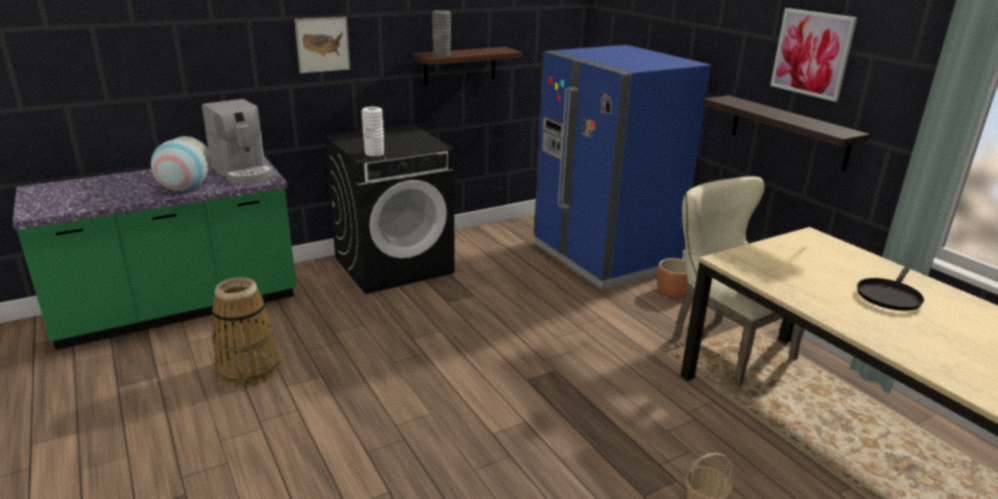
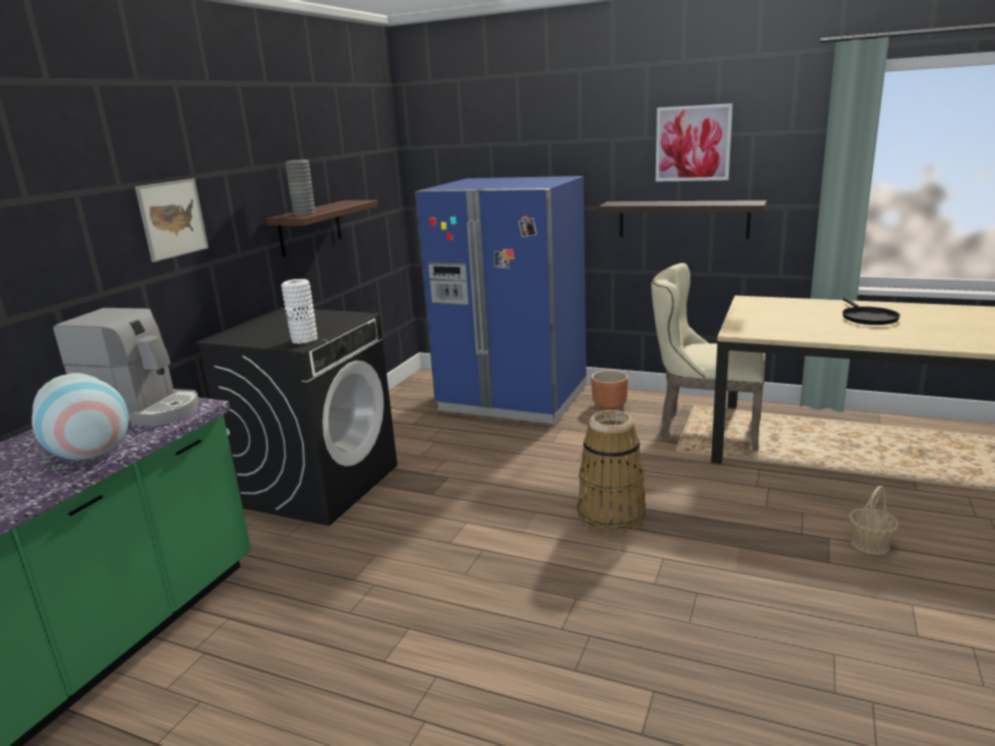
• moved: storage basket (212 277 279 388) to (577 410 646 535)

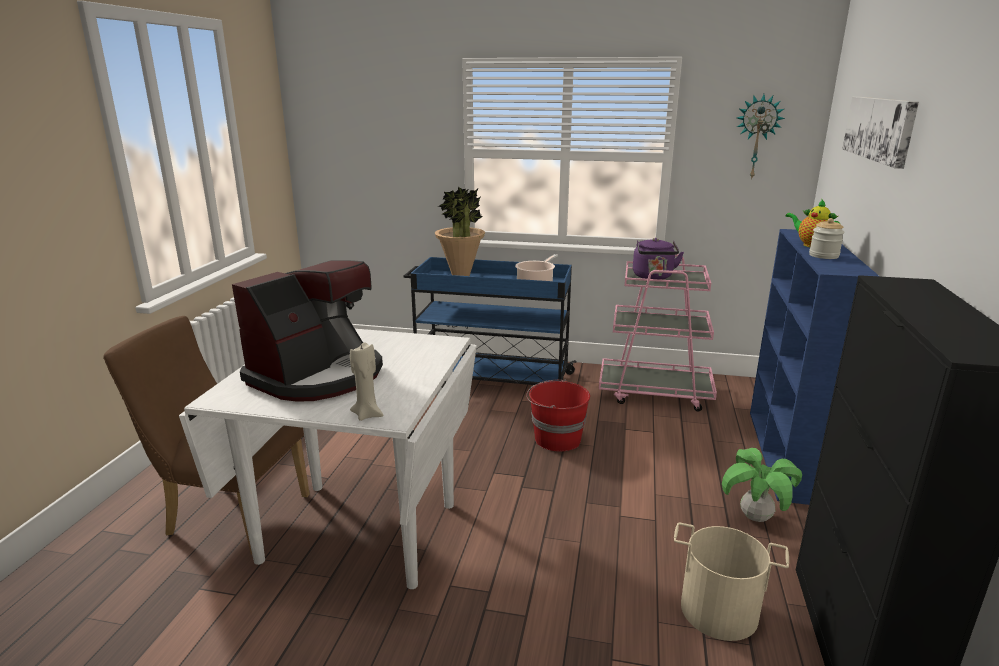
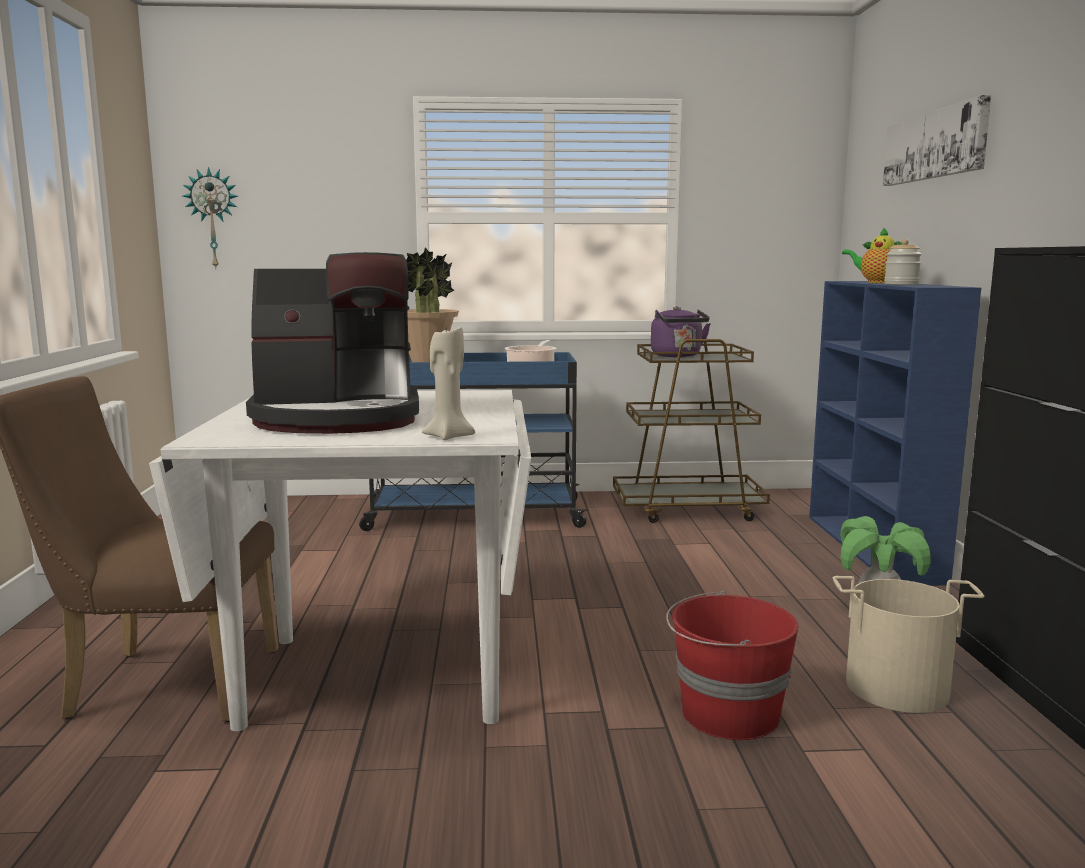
• moved: wall clock (737 94 785 180) to (183 167 238 270)
• turned: coffee brewer (232 260 383 402) = (246 252 419 434) 60 degrees clockwise
• recoloured: cart/pink-coloured (599 254 717 411) to cart/brown (613 339 770 523)
• moved: bucket/red (526 380 590 452) to (666 591 798 740)

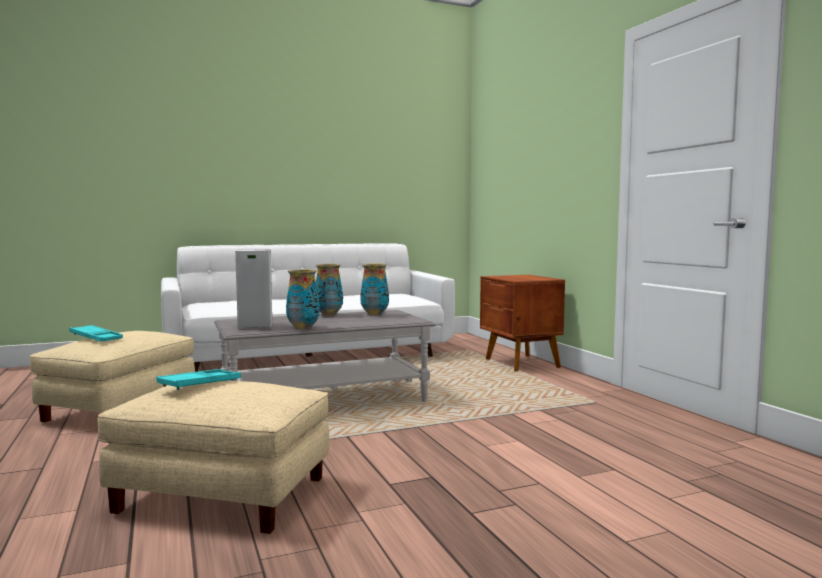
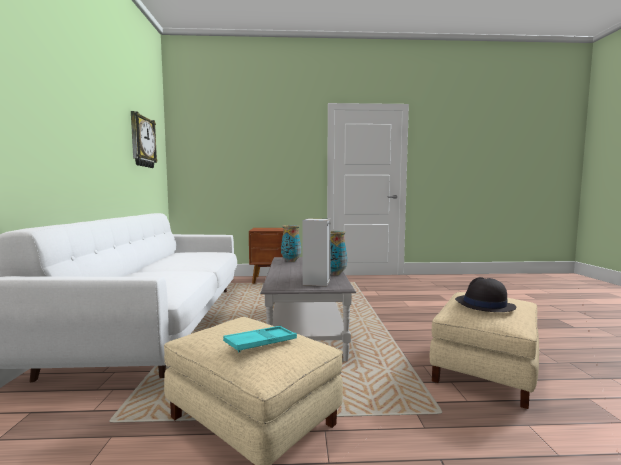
• added: wall clock (131 111 158 168)
• replaced: serving tray/turquoise (156 369 241 390) to wearable hat/black (455 277 516 312)
• removed: decorative vase (316 264 343 316)

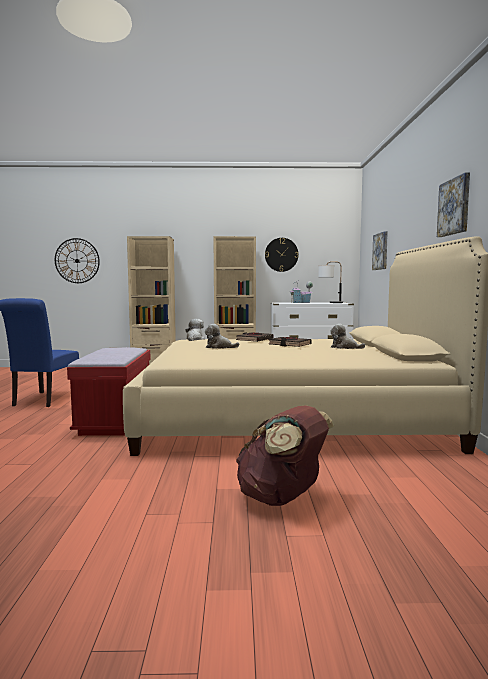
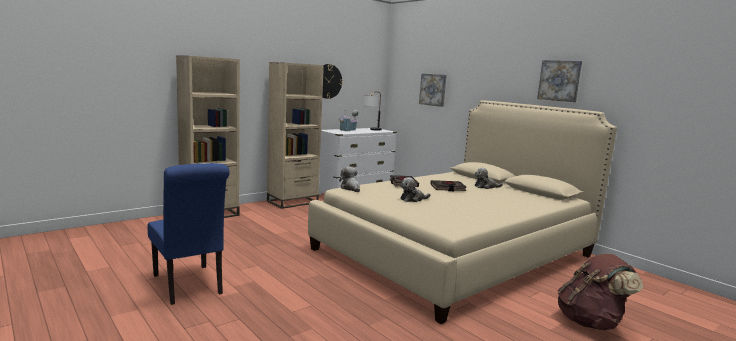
• removed: wall clock (55 238 100 283)
• removed: indoor bench/red (67 347 151 436)

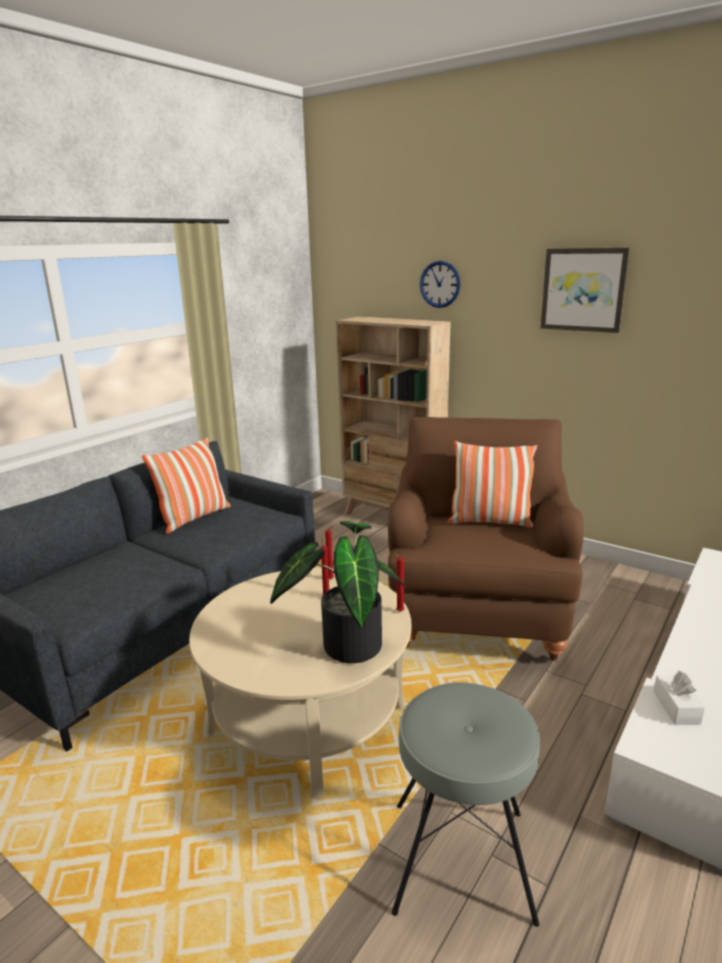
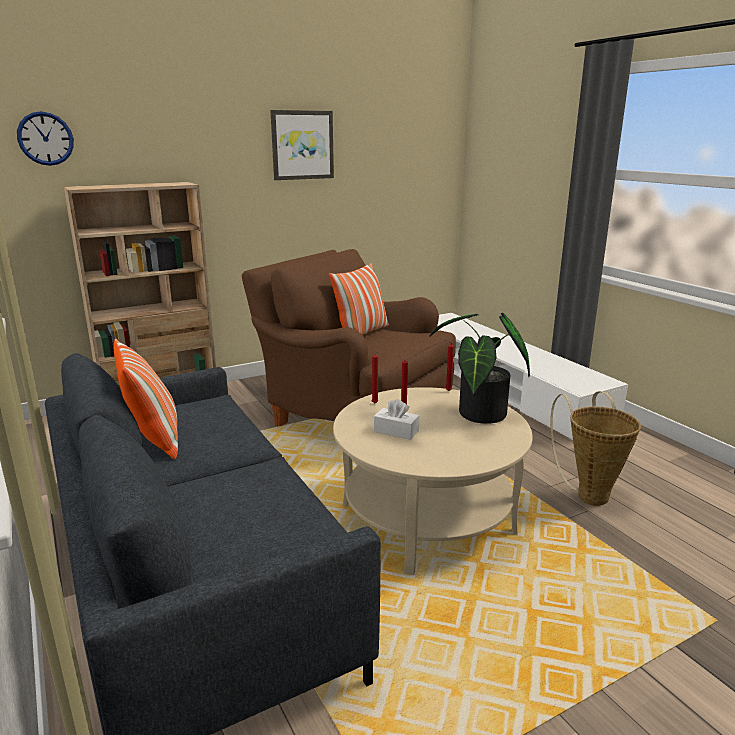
• moved: wall clock (420 261 460 308) to (17 111 74 166)
• moved: box of tissues/white (653 671 705 725) to (374 399 420 440)
• replaced: sitting stool/gray (392 682 540 927) to storage basket (550 391 641 506)

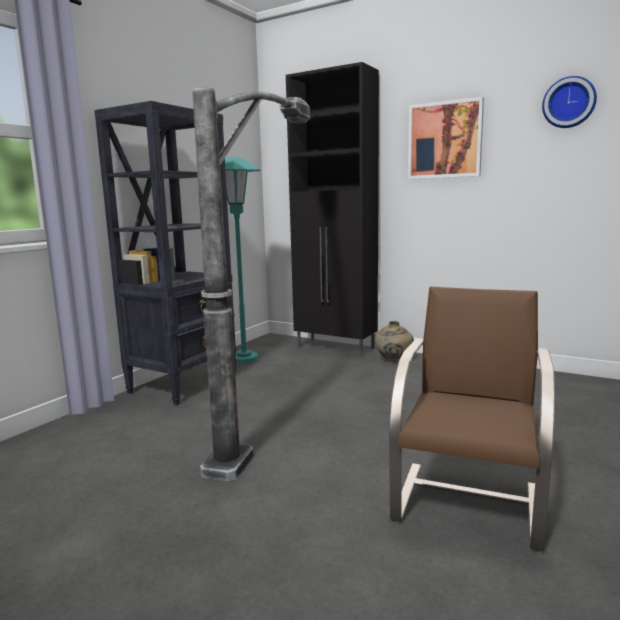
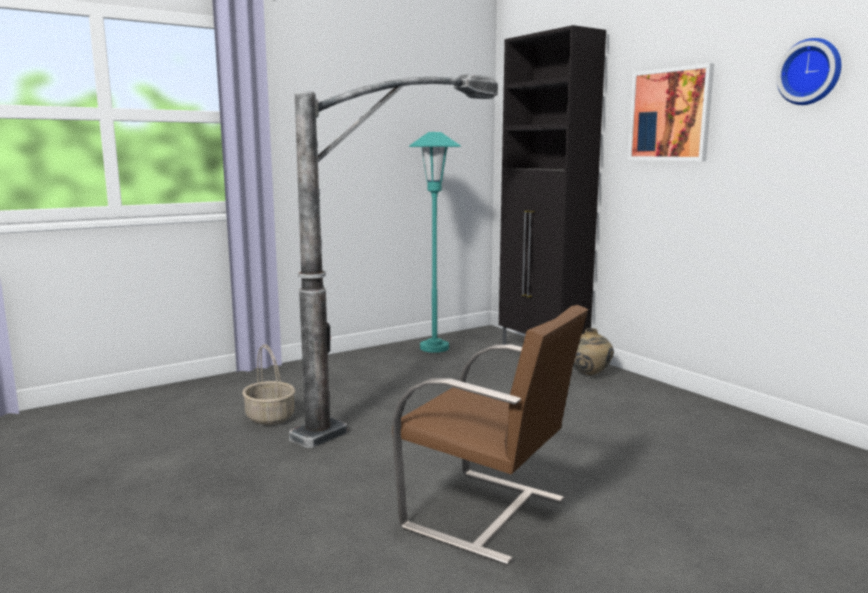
• added: storage basket (242 344 295 425)
• turned: chair/brown (389 287 555 551) = (392 305 588 565) 75 degrees clockwise
• removed: shelving unit/black (94 101 236 406)

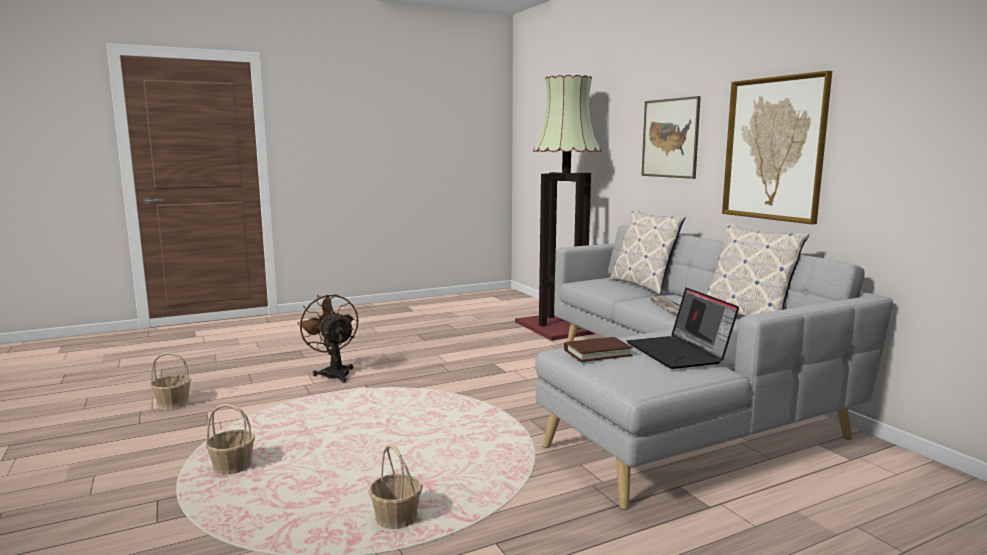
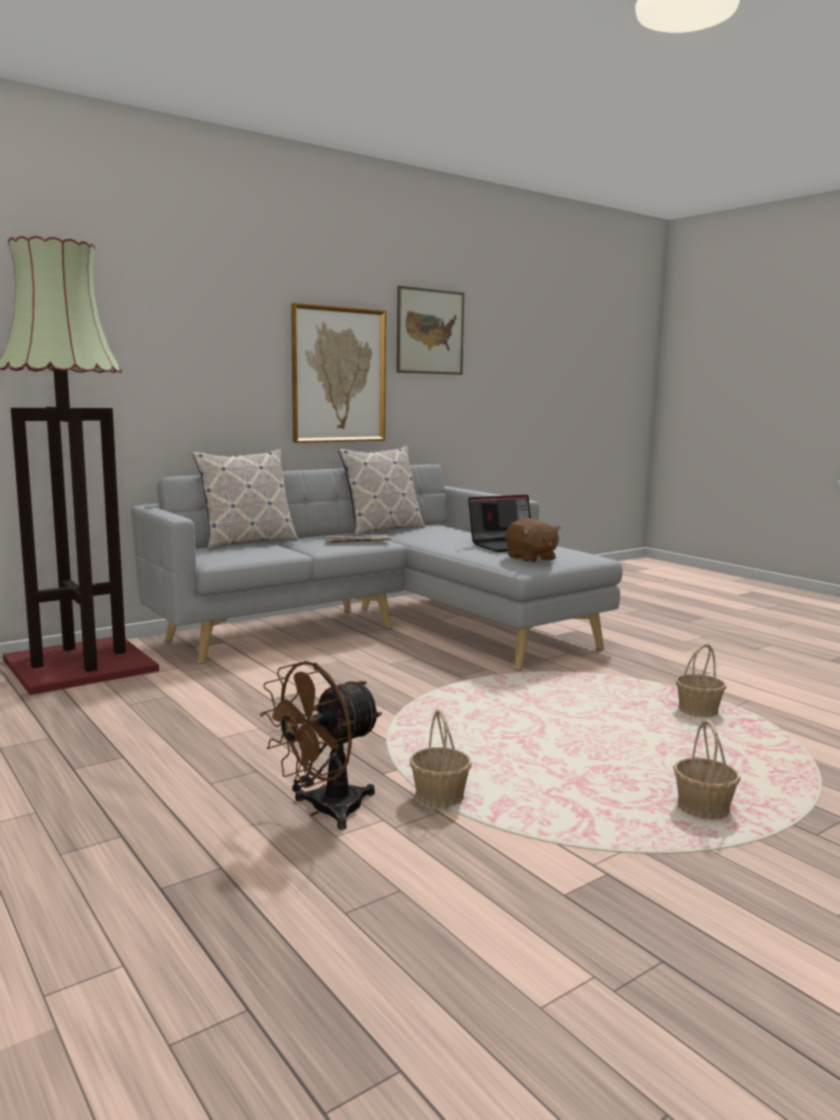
• moved: wall picture (641 96 701 179) to (396 286 464 375)
• moved: storage basket (150 352 191 410) to (410 709 472 810)
• replaced: volume/brown (564 337 633 362) to cuddly toy/brown (506 518 561 563)

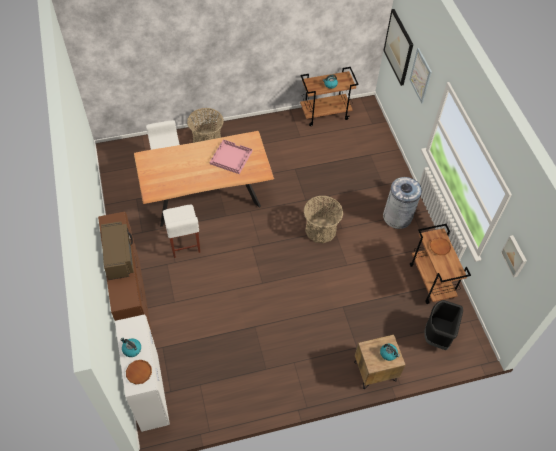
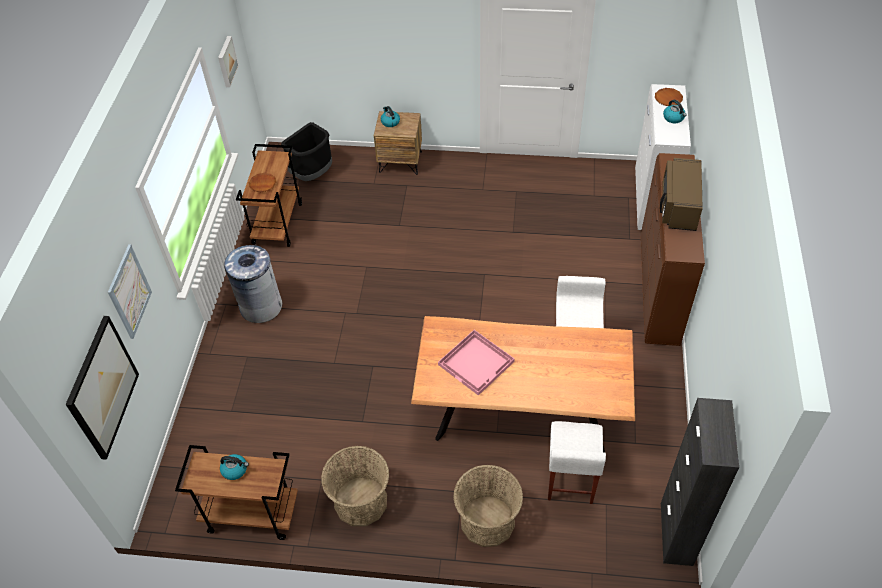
• moved: storage basket (304 196 343 243) to (321 446 389 526)
• added: cabinet/black (661 398 739 566)

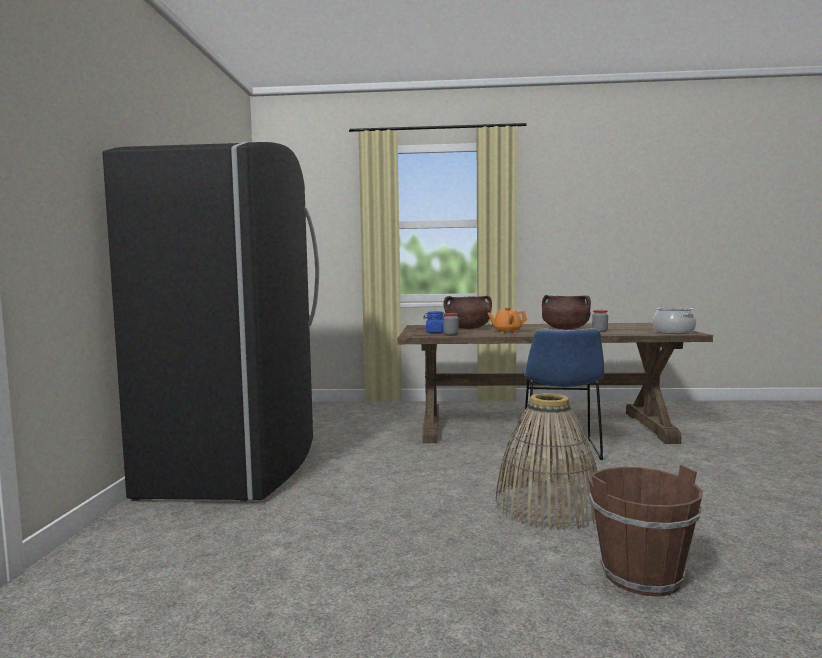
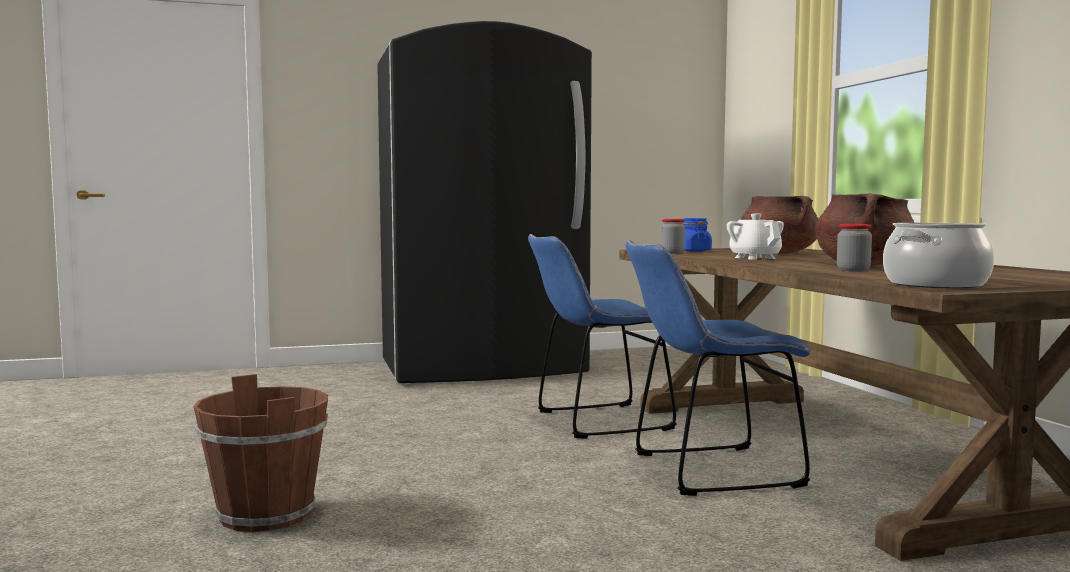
• added: chair/bluish (528 234 676 439)
• recoloured: tea pot/orangey (487 307 527 333) to tea pot/white (727 214 784 260)
• removed: storage basket (496 393 597 530)

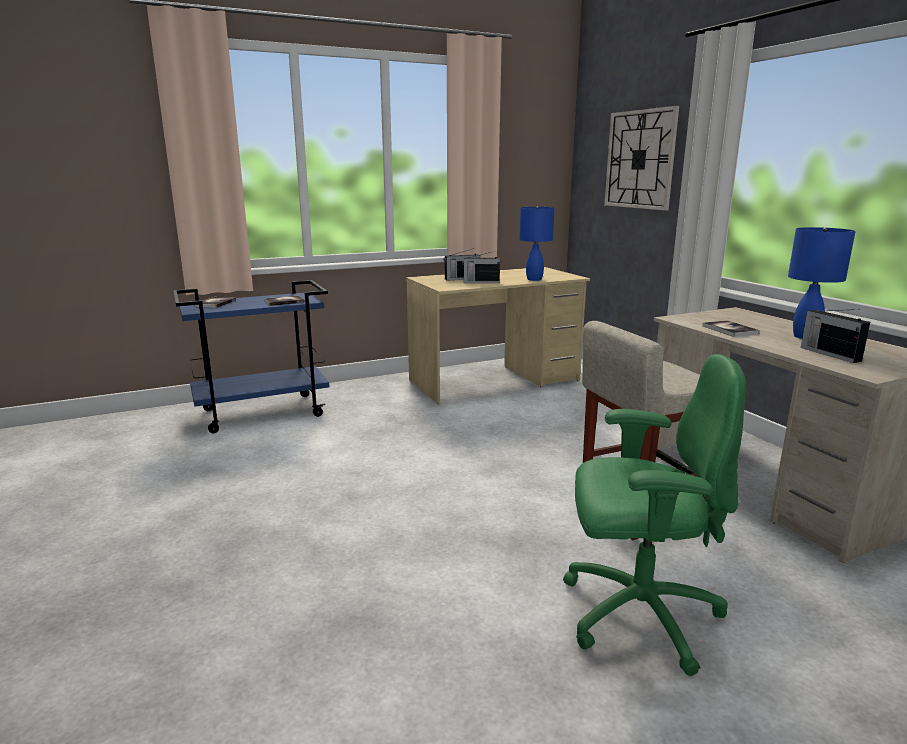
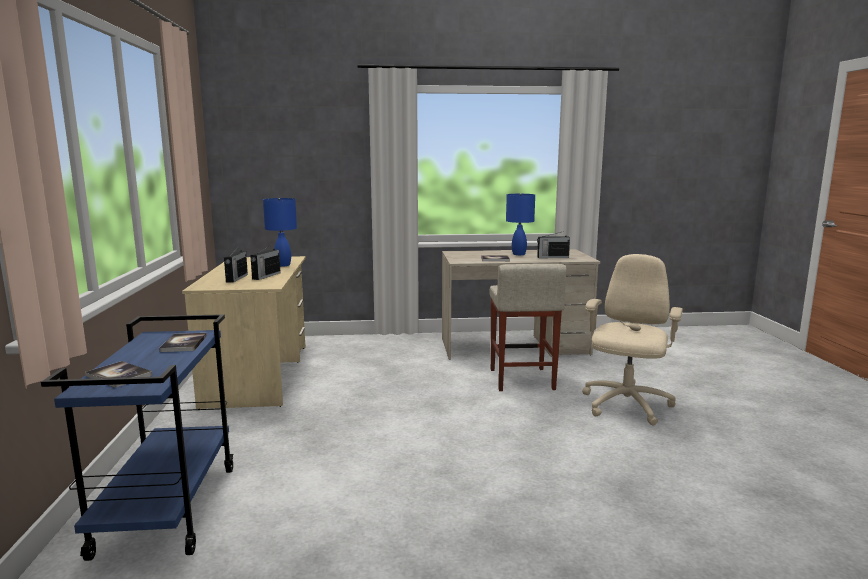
• recoloured: office chair/green (563 354 746 676) to office chair/sand-coloured (582 254 683 426)
• removed: wall clock (604 106 679 211)

